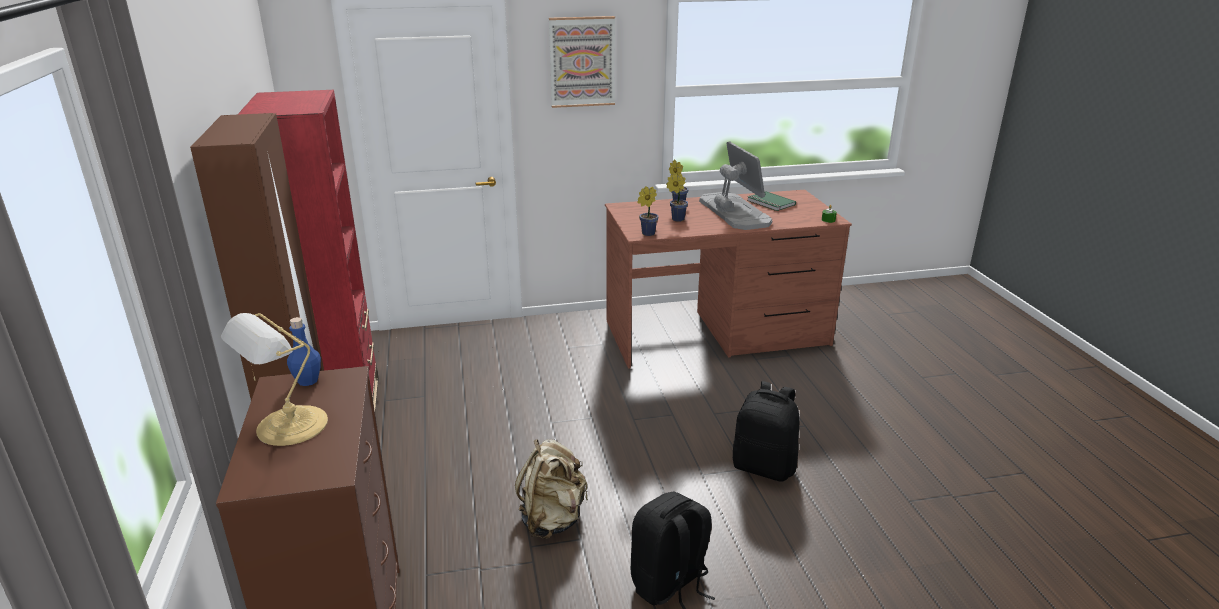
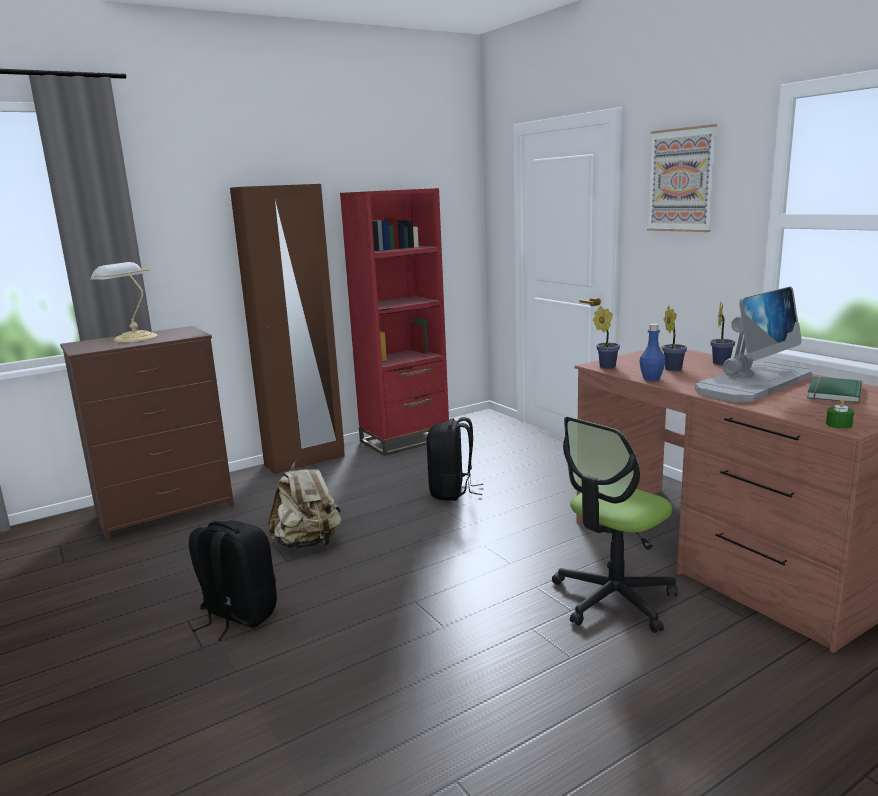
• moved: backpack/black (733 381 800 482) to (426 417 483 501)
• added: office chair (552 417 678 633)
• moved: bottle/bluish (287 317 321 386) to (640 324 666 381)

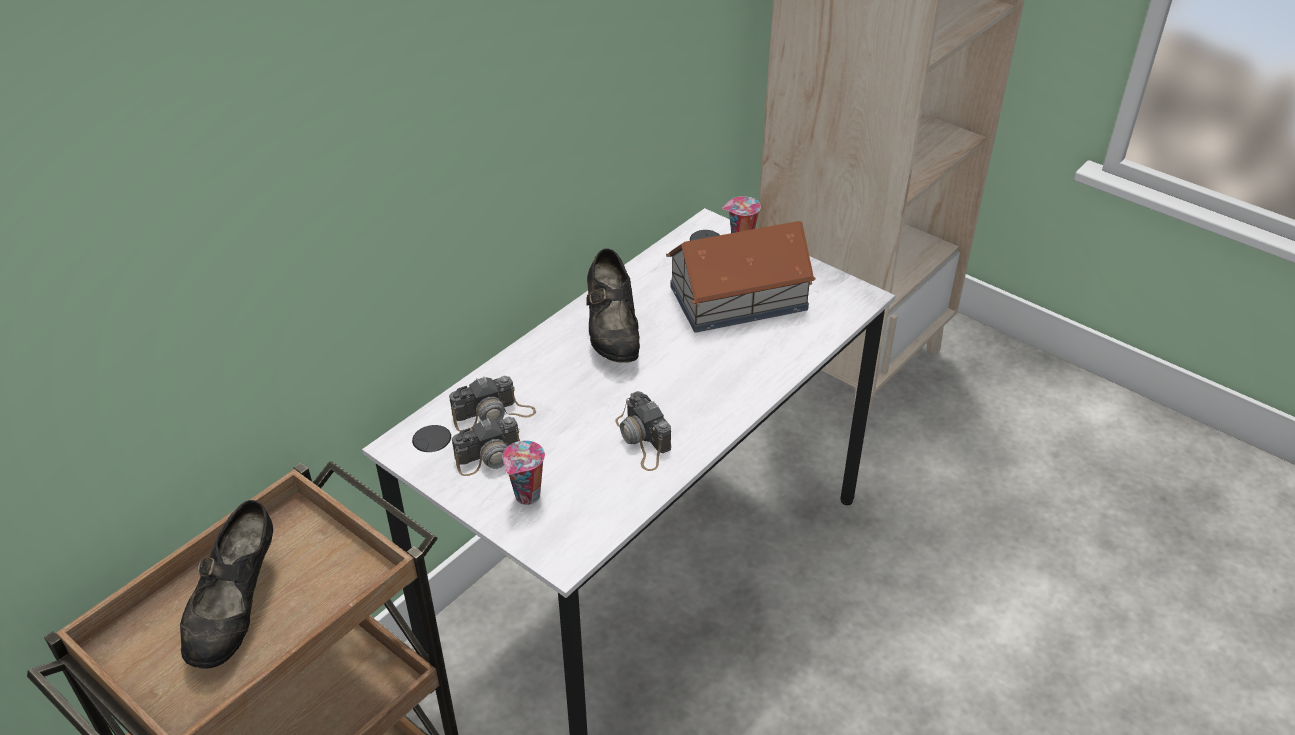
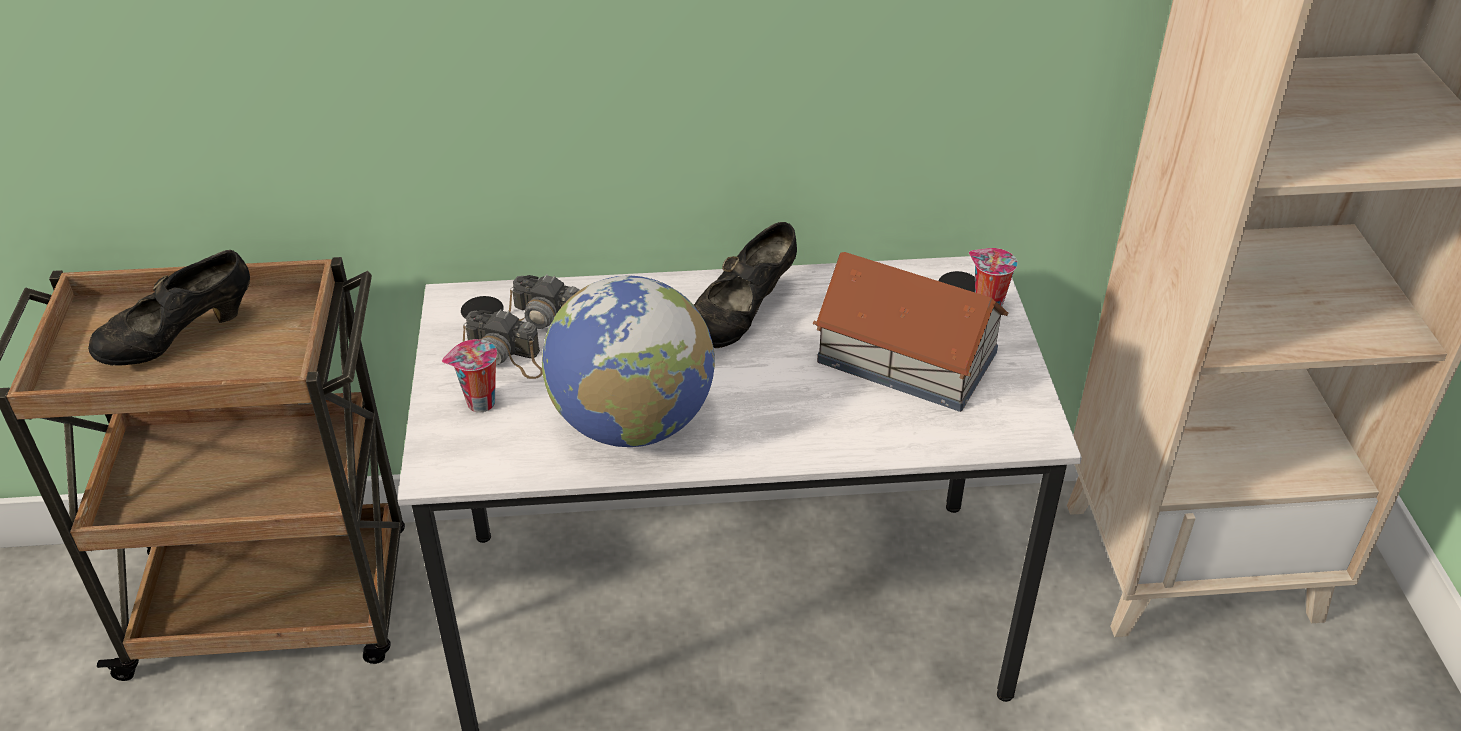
• replaced: photo camera (615 391 671 471) to globe (542 275 715 447)

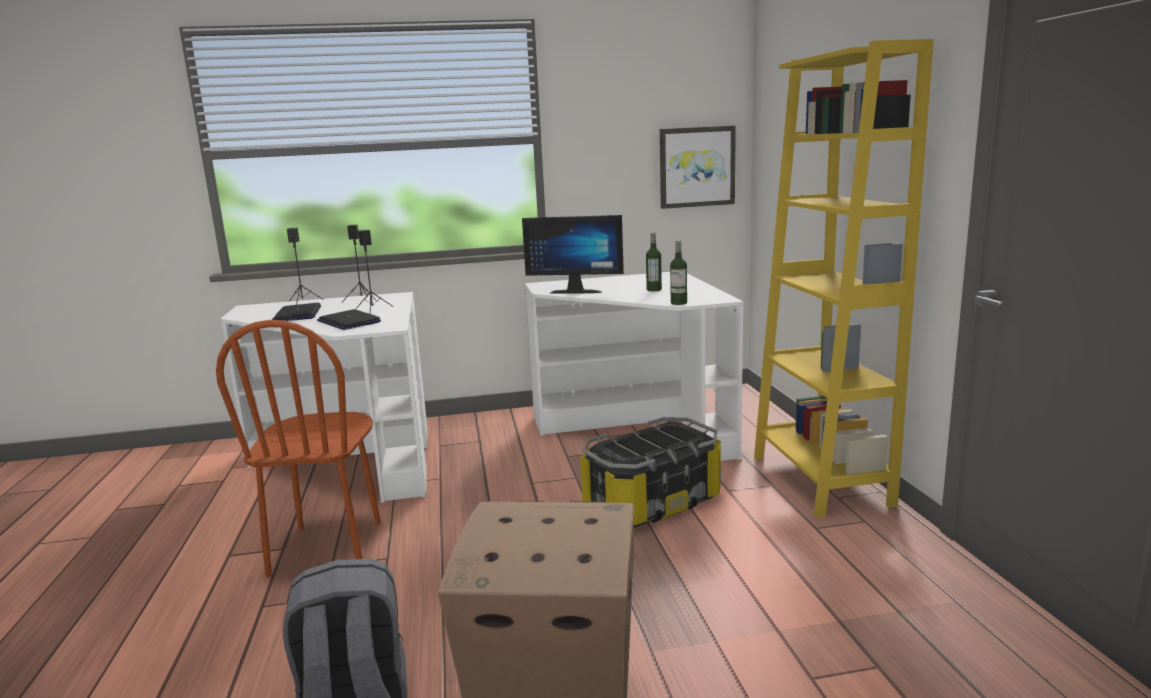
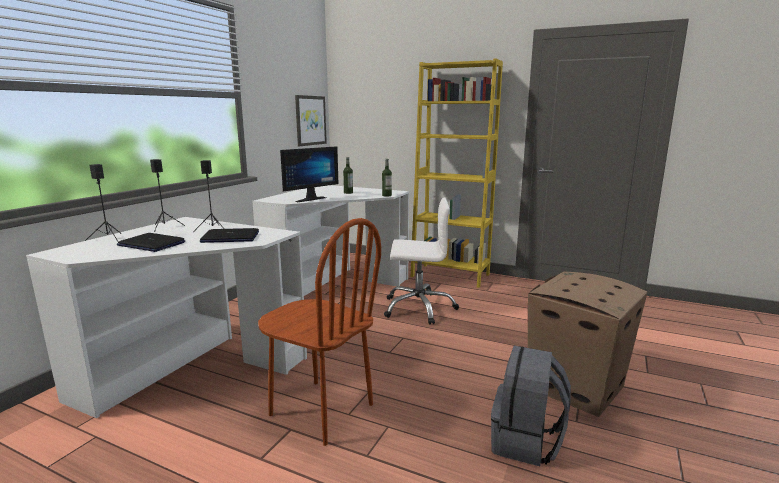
• replaced: storage box (580 417 721 528) to office chair/white (384 197 459 325)

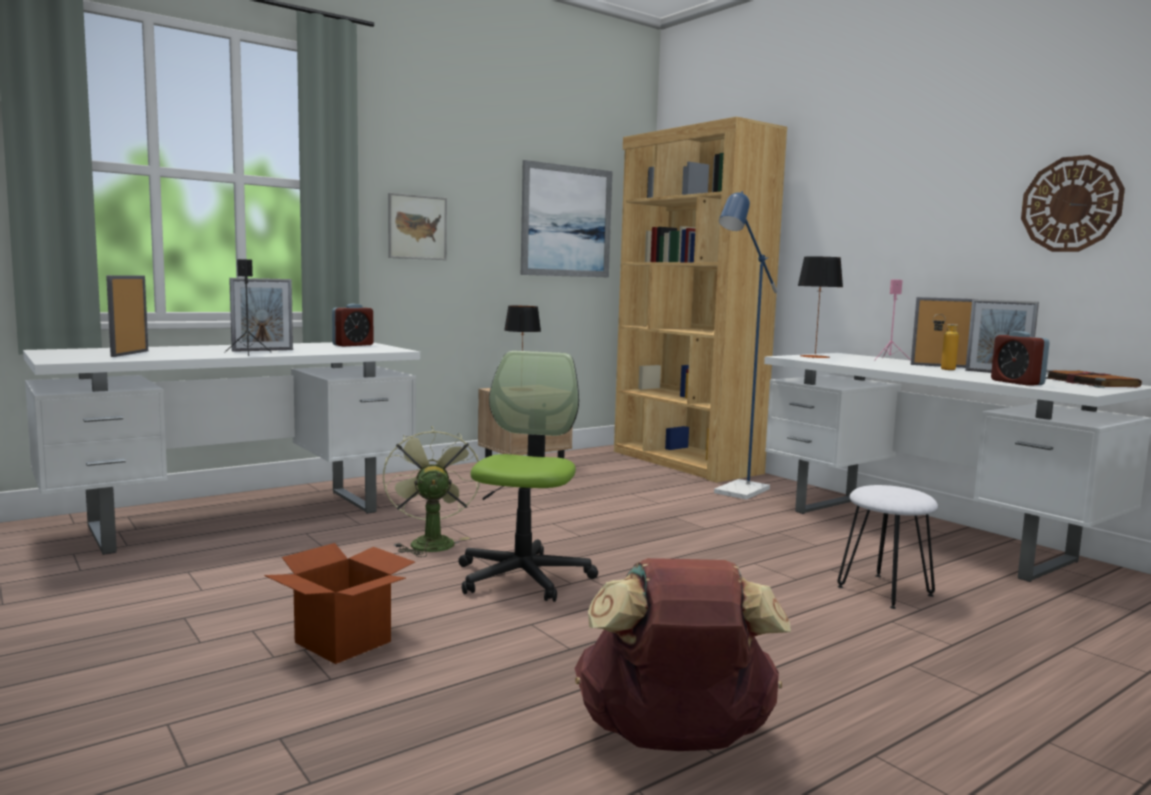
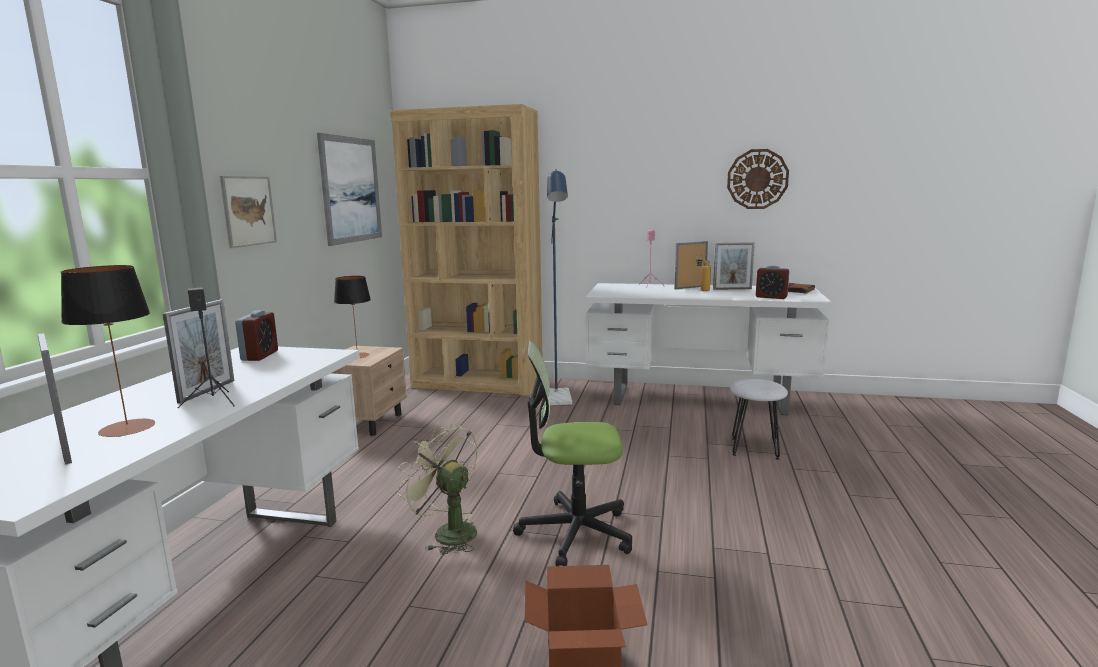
• moved: tabletop lamp (798 257 843 358) to (61 265 155 437)
• turned: office chair (458 351 598 602) = (513 341 632 566) 60 degrees counterclockwise
• removed: backpack/brown (574 558 791 751)

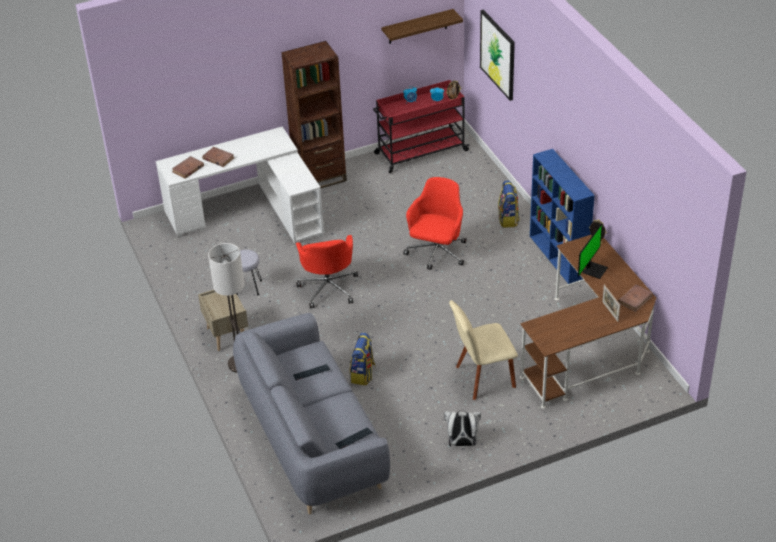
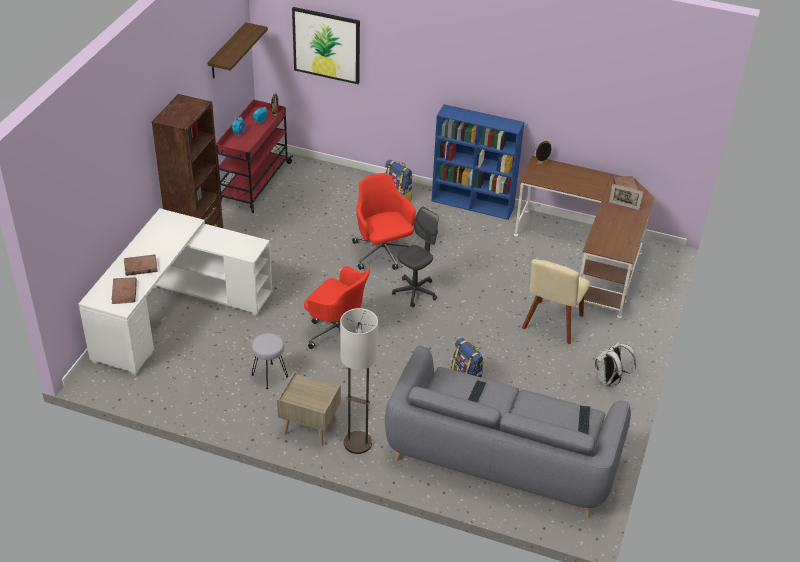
• added: office chair/gray (392 207 438 308)
• removed: computer display (578 224 608 279)

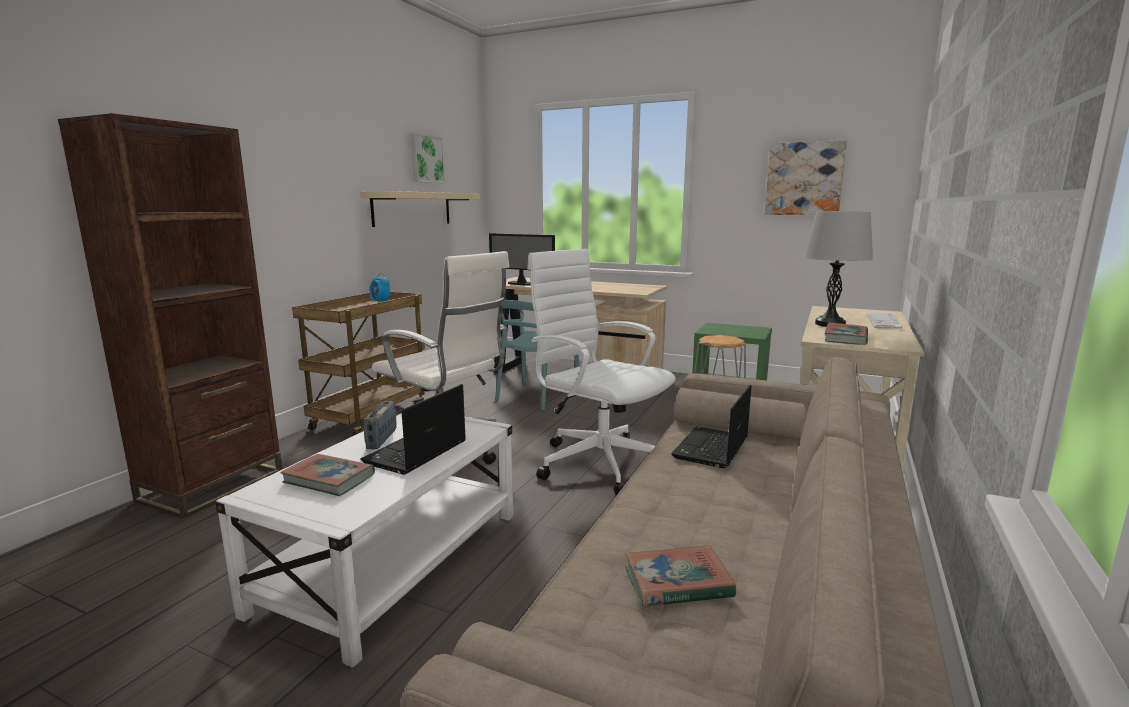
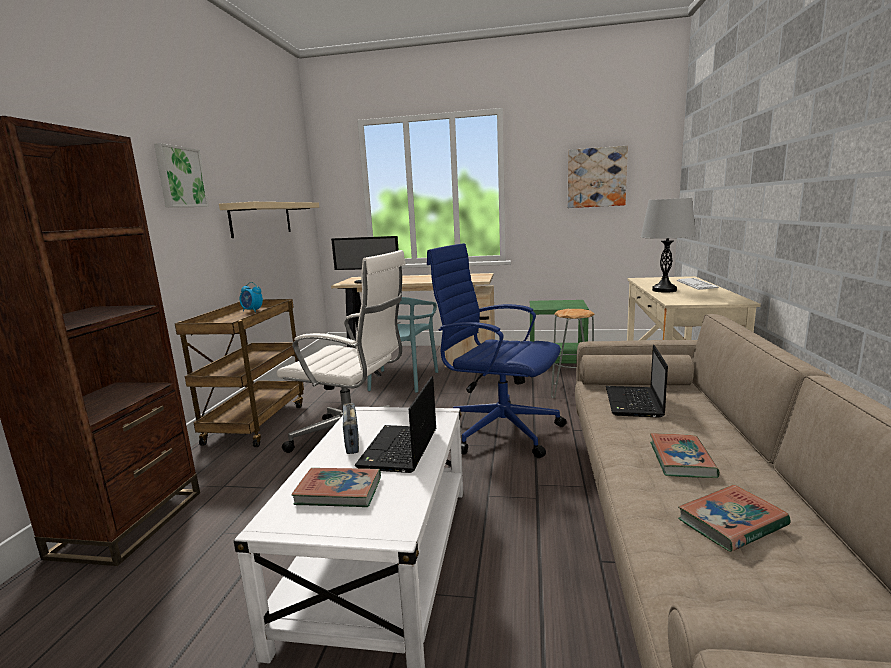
• moved: wall picture (411 133 446 183) to (154 143 209 207)
• recoloured: office chair/white (527 249 676 496) to office chair/bluish (427 243 567 458)
• moved: volume (825 323 868 345) to (650 433 720 478)

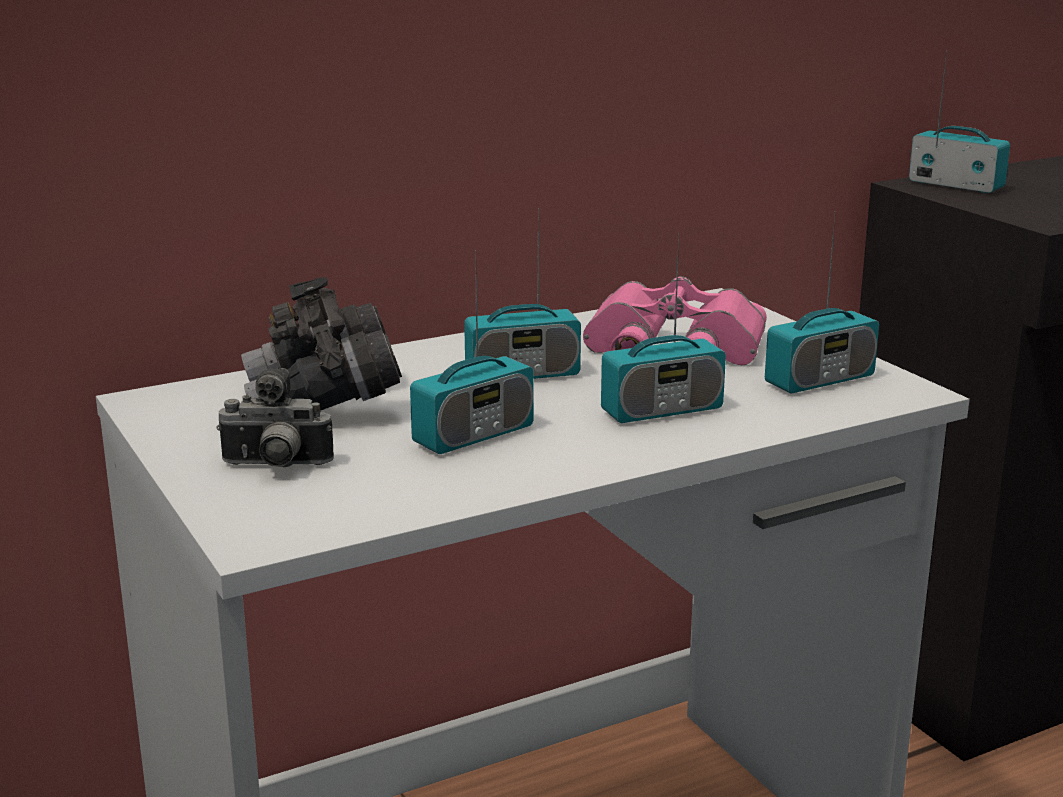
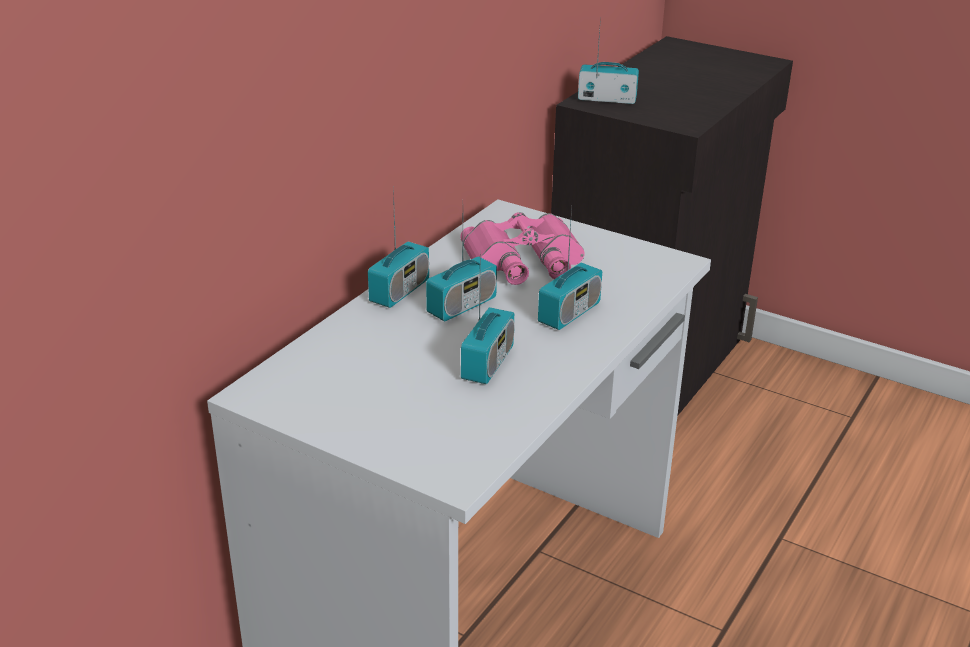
• moved: radio (765 211 879 393) to (368 186 429 308)
• removed: photo camera (216 368 334 467)
• removed: pair of binoculars/gray (241 277 402 412)

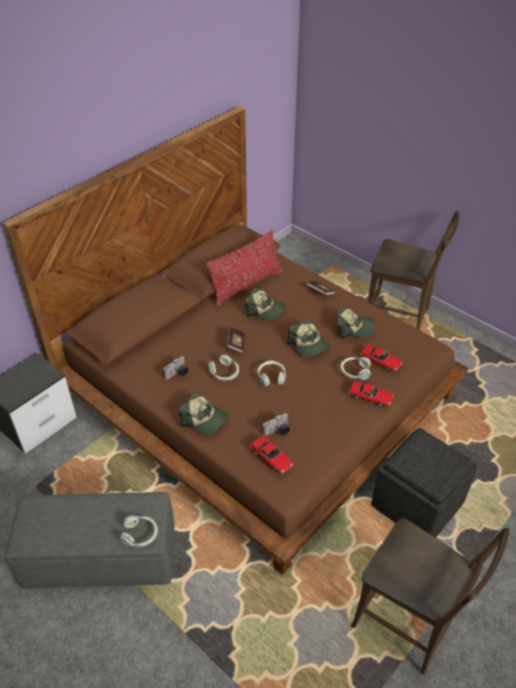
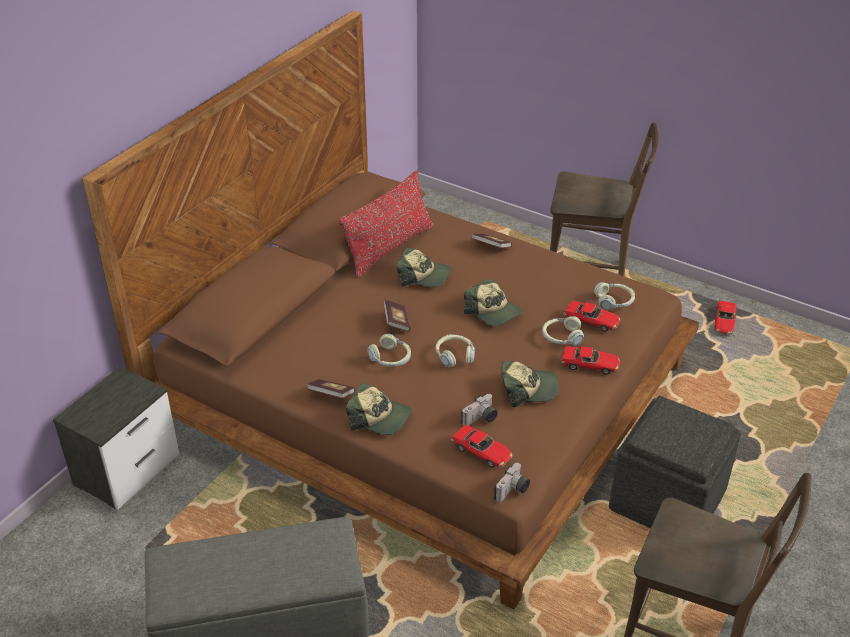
• added: volume (307 379 355 398)
• moved: photo camera (163 356 188 380) to (494 463 530 502)
• moved: baseball cap (337 308 375 339) to (501 361 559 407)
• moved: headset (120 515 158 547) to (594 282 635 310)
• added: miniature car (714 301 737 335)

